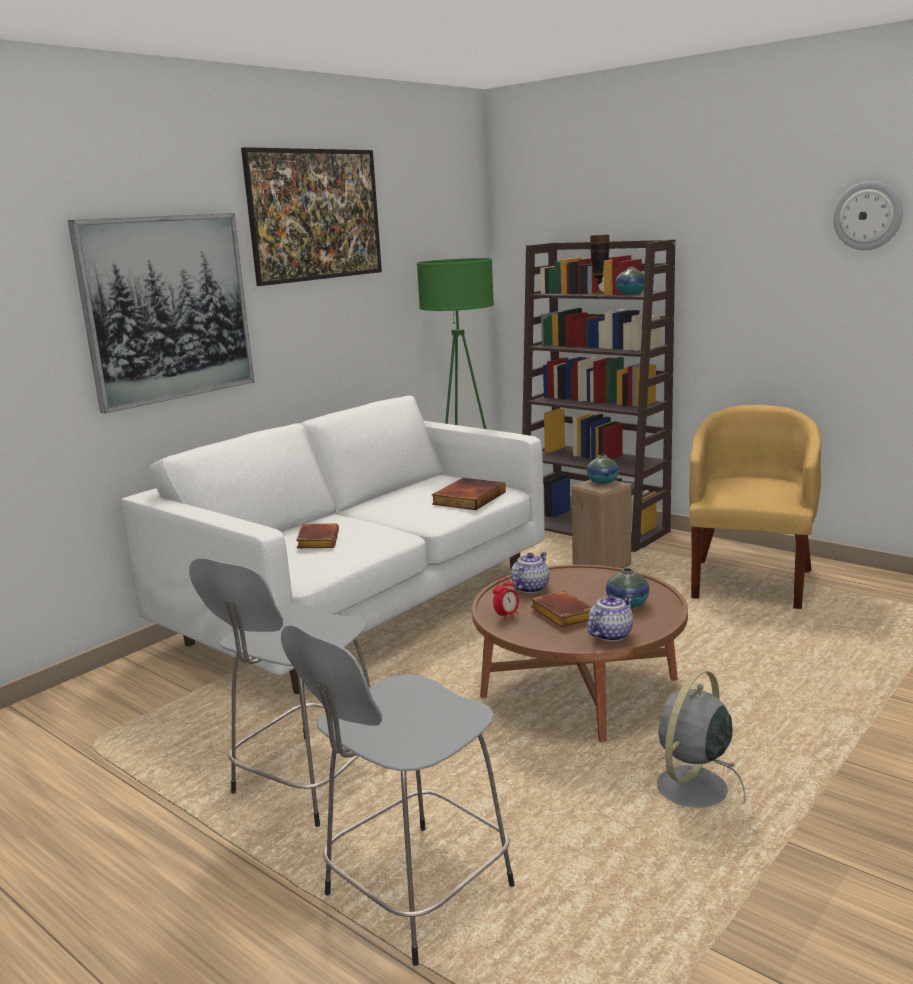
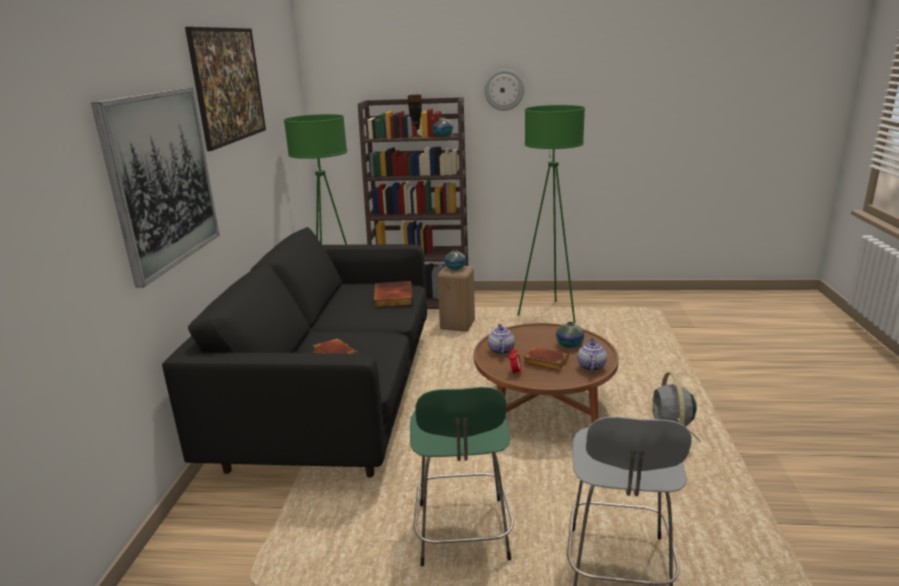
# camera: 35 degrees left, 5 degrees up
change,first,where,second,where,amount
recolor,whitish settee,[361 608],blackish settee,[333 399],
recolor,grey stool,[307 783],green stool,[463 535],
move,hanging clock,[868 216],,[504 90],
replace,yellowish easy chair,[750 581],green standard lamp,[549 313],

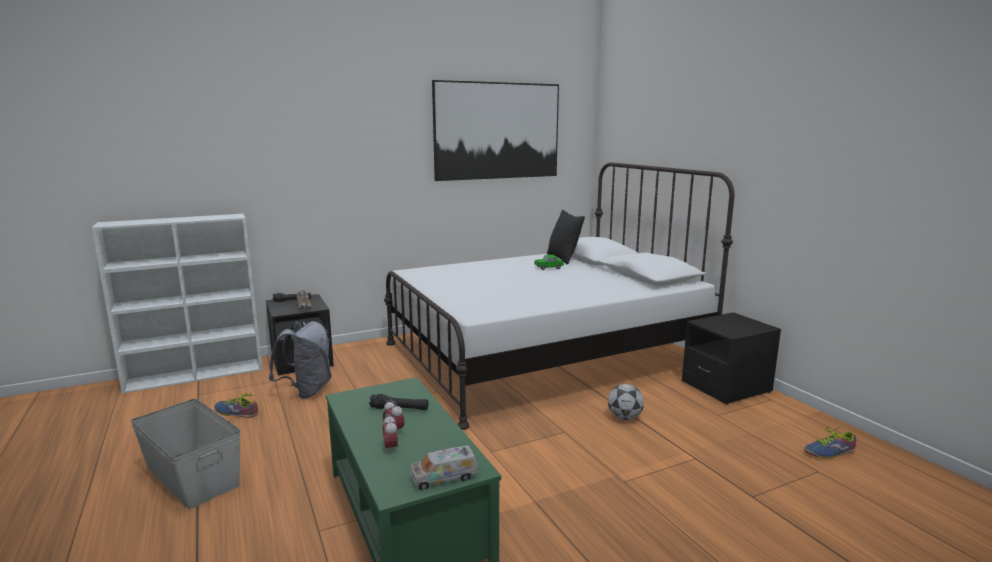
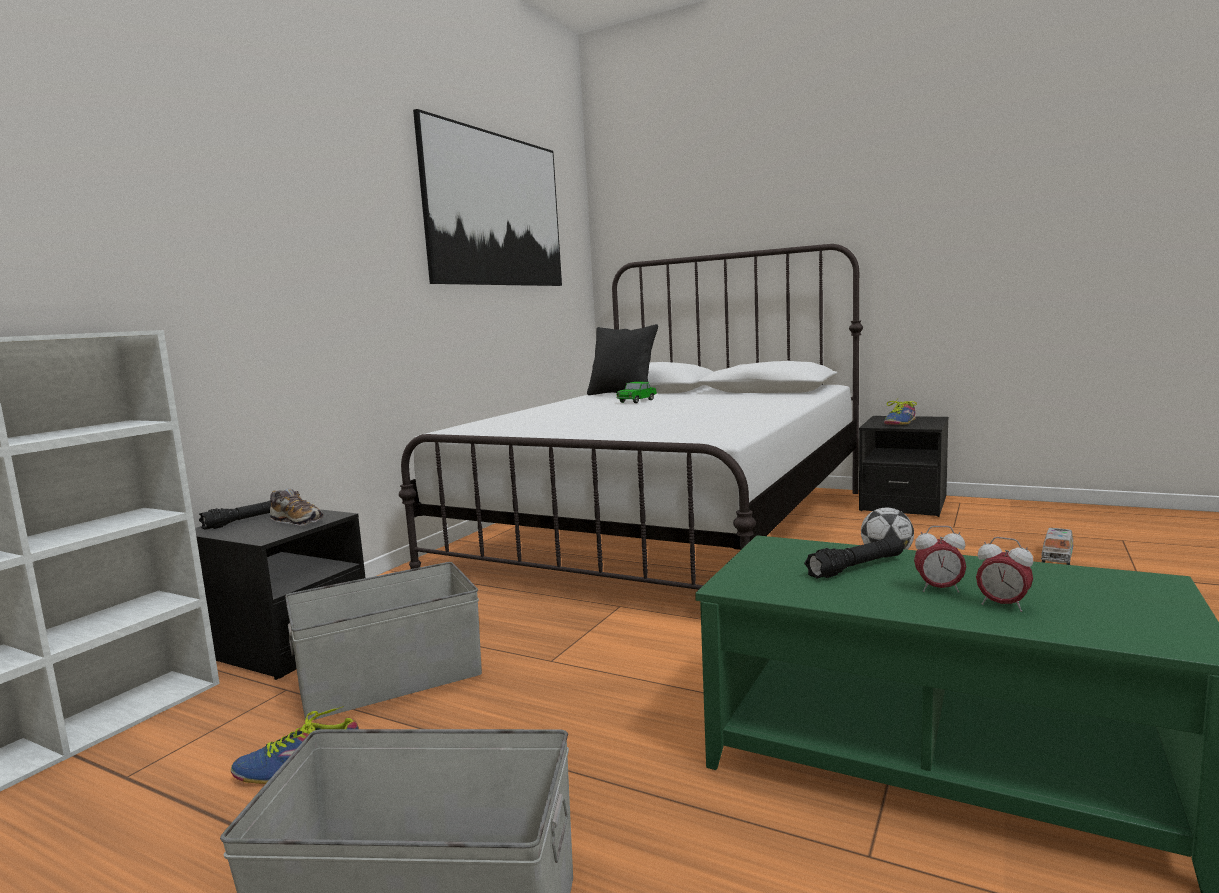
# camera: 35 degrees left, 5 degrees down
change,first,where,second,where,amount
replace,grey backpack,[306 391],grey storage container,[389 679],
move,item of footwear,[830 452],,[900 422],
move,toy truck,[444 477],,[1057 557],

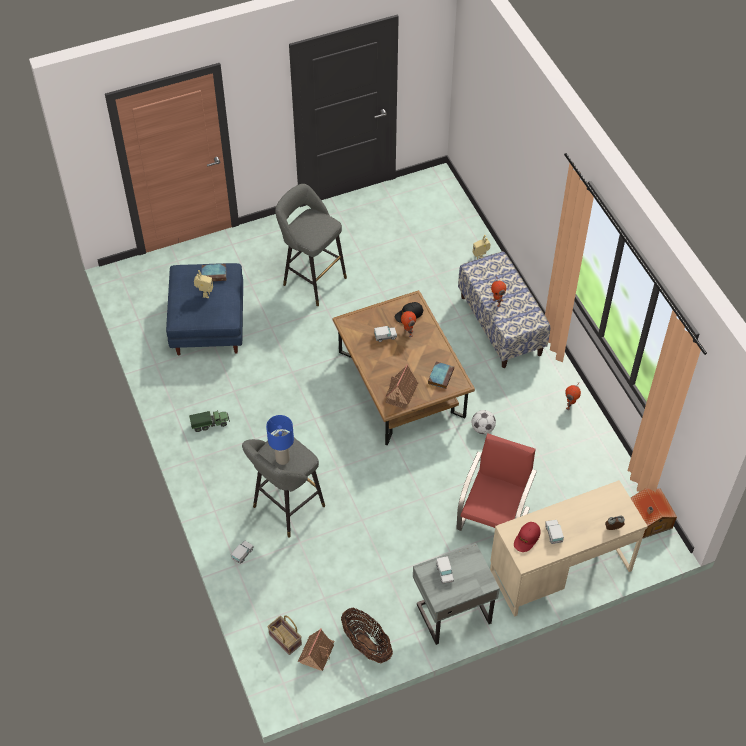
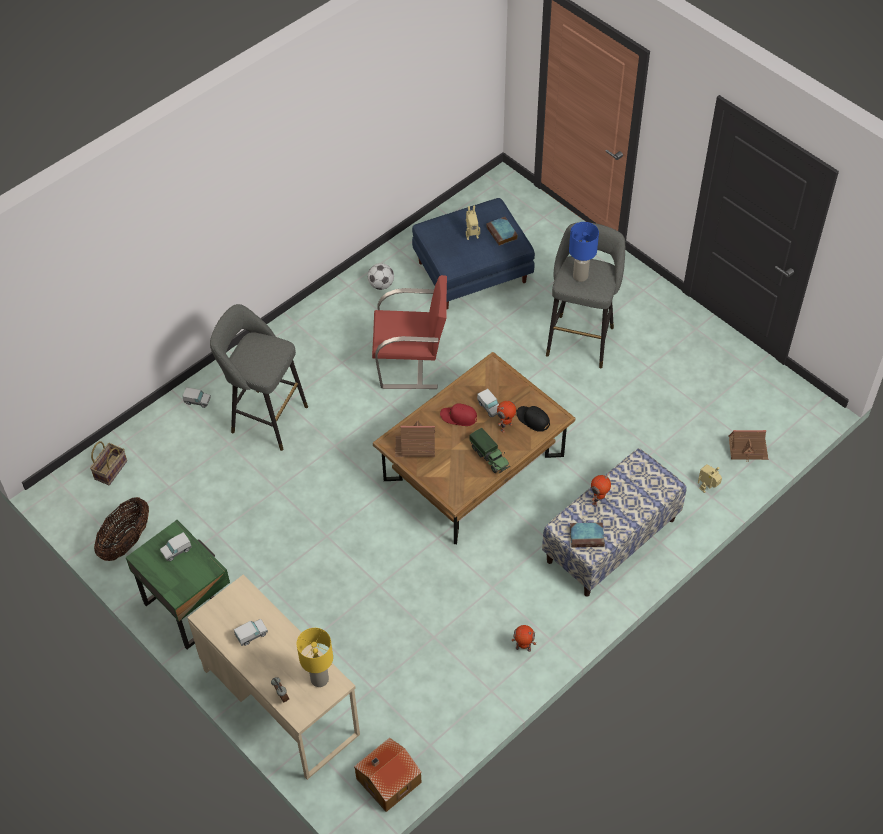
# camera: 70 degrees right, 0 degrees up
change,first,where,second,where,amount
recolor,grey bedside table,[452 612],green bedside table,[189 608],
insert,,,yellowish table lamp,[319 678],
move,football ball,[482 428],,[381 285],
move,red-coloured upright chair,[494 518],,[411 363],
move,red-coloured peaked cap,[527 538],,[458 417],
move,toy truck,[210 424],,[489 457],
move,blue-coloured table lamp,[282 459],,[580 276],
move,book,[440 376],,[587 536],
move,toy house,[316 652],,[747 449],

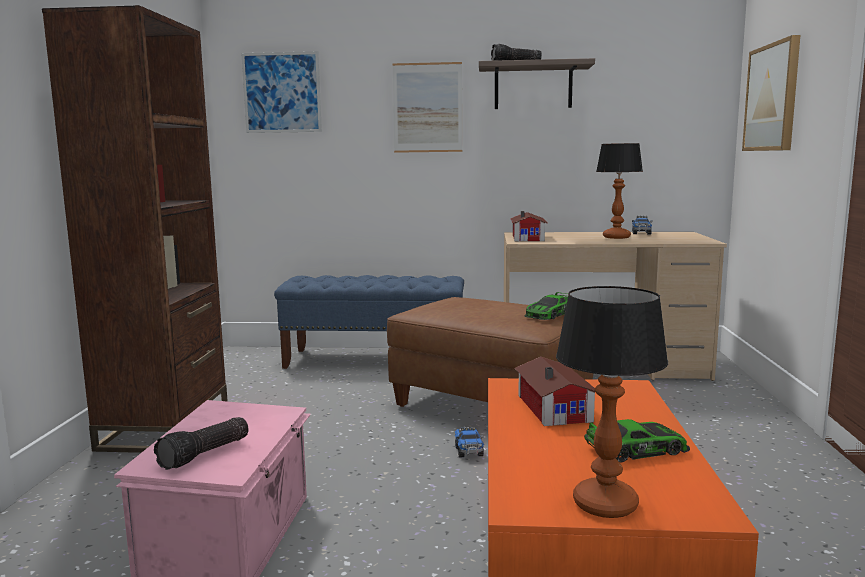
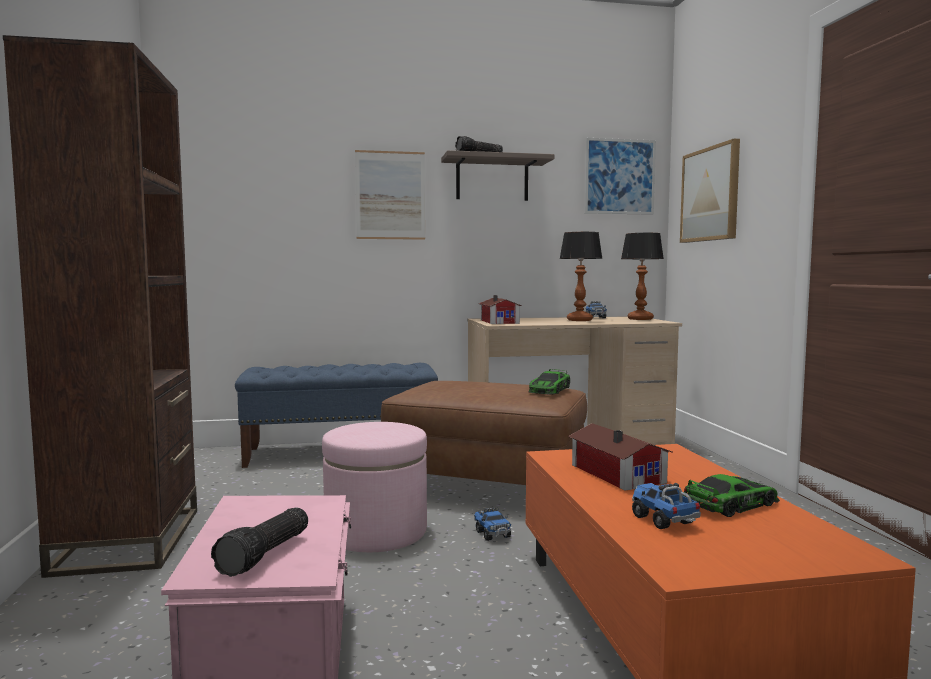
# camera: 15 degrees left, 5 degrees down
change,first,where,second,where,amount
insert,,,pink footrest,[376 532],
move,wall art,[282 92],,[619 176],
move,table lamp,[605 505],,[640 319],
insert,,,toy truck,[663 520],

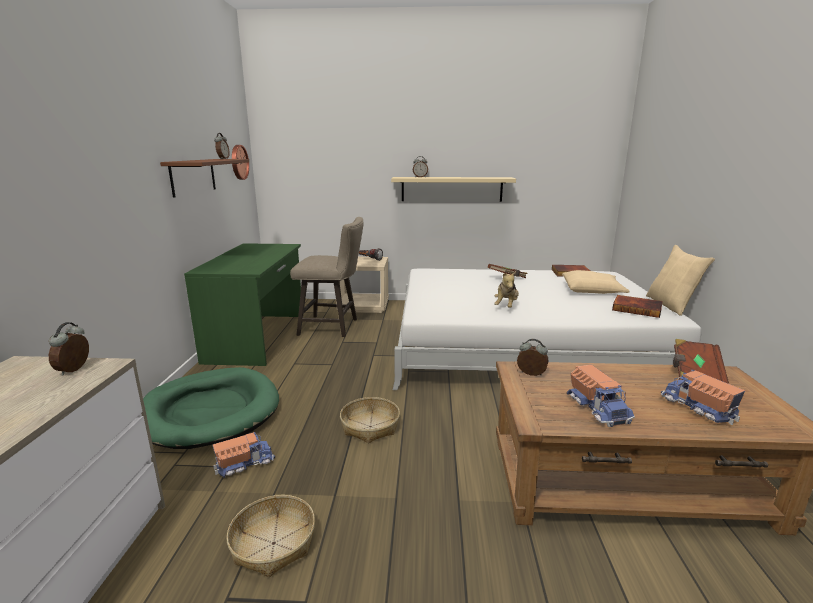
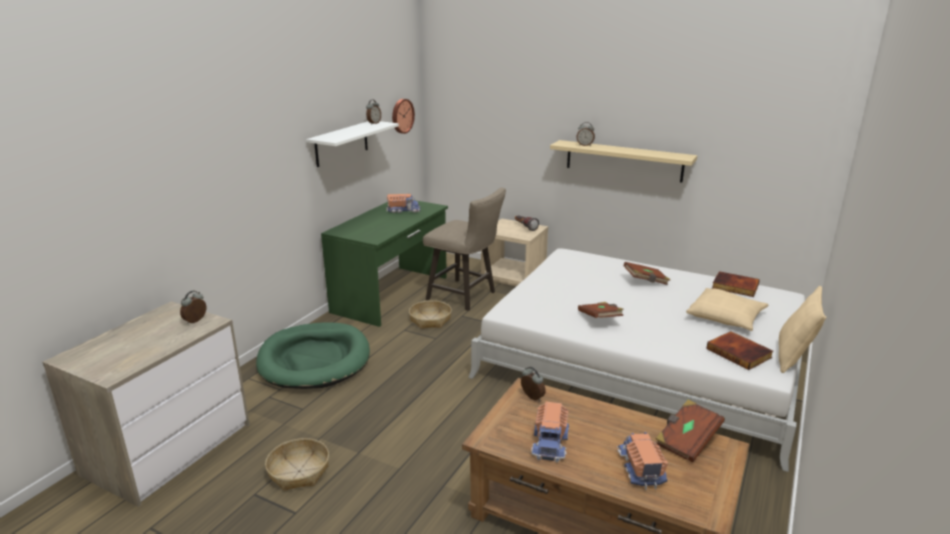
# camera: 25 degrees right, 5 degrees up
change,first,where,second,where,amount
recolor,brown bracket shelf,[193 176],whitish bracket shelf,[341 143],
move,toy truck,[244 463],,[403 210],
move,basket,[370 426],,[430 320],
replace,cuddly toy,[506 306],brown book,[600 319],

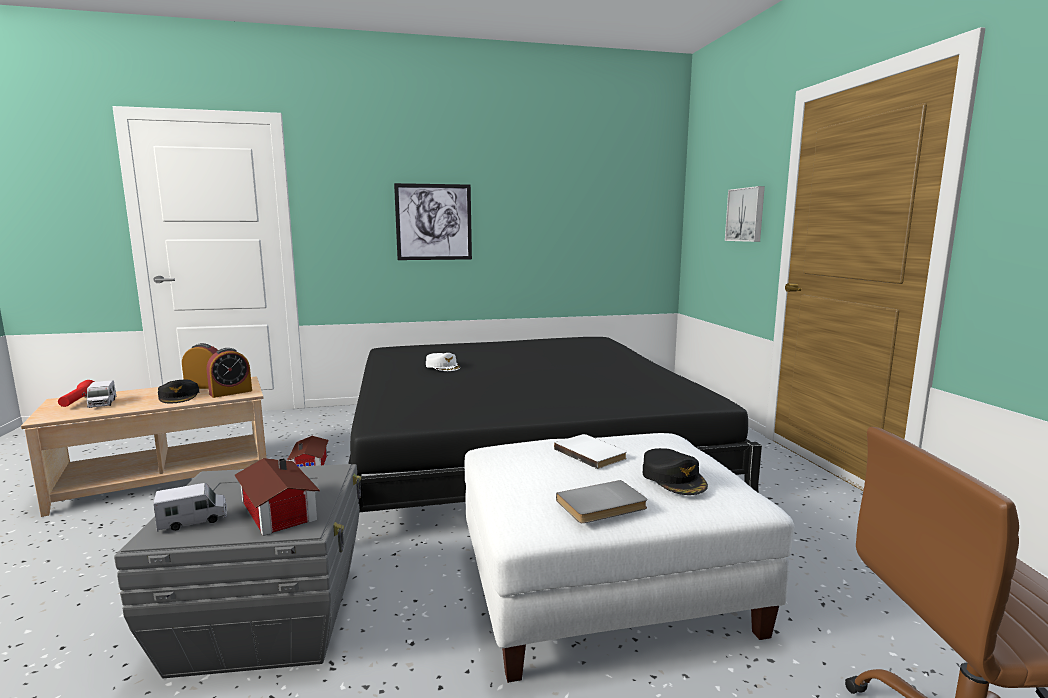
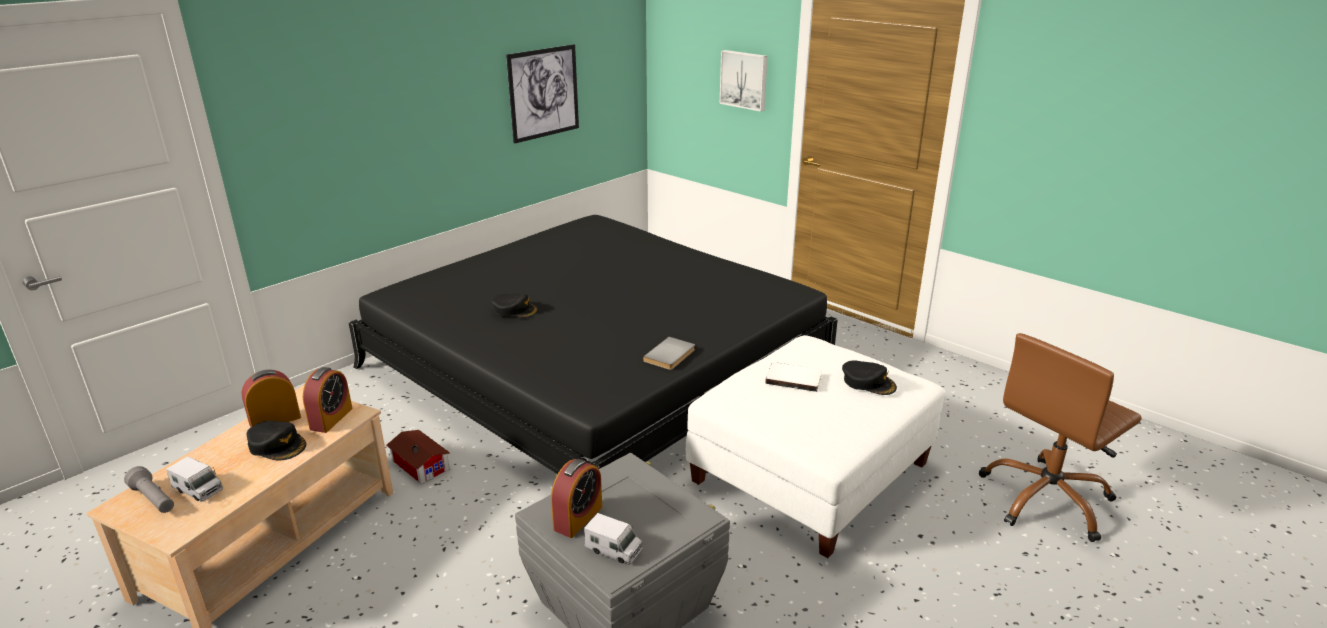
# camera: 35 degrees left, 15 degrees up
change,first,where,second,where,amount
recolor,red-coloured torch,[78 402],grey torch,[154 499],
recolor,whitish peaked cap,[443 366],blackish peaked cap,[515 310],
move,wall art,[433 222],,[544 93],
insert,,,table clock,[578 518],
rotate,toy truck,[193 520],,[613 550],90 degrees clockwise
move,grey book,[603 506],,[671 356],
delete,toy house,[276 512],,,

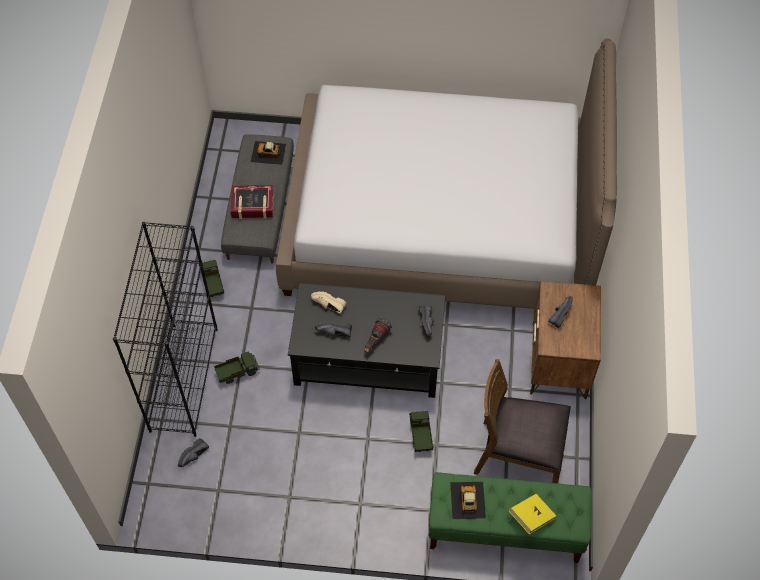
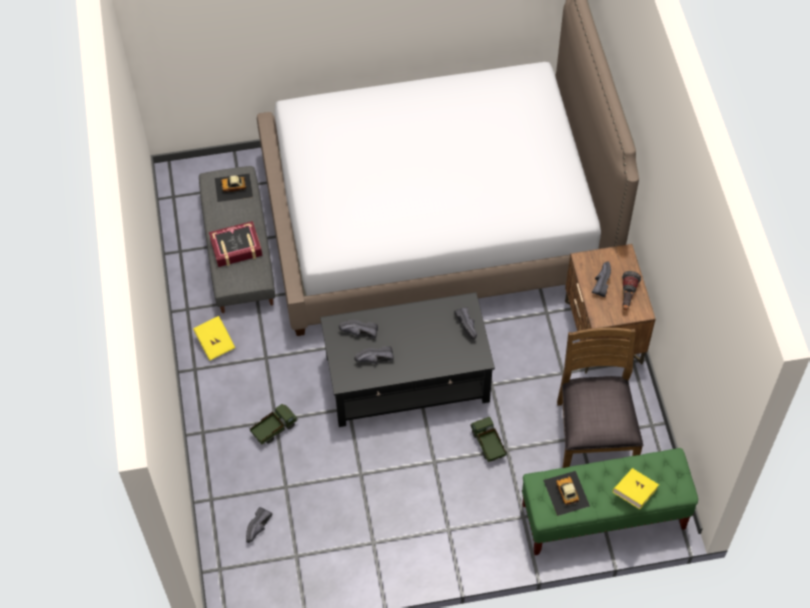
# camera: 15 degrees left, 0 degrees up
change,first,where,second,where,amount
replace,toy truck,[212 284],yellowish book,[215 343],
recolor,beige-coloured item of footwear,[328 306],blackish item of footwear,[359 334],
rotate,brown upright chair,[518 454],,[593 437],90 degrees clockwise
move,torch,[375 341],,[627 296],
delete,blackish bookshelf,[183 378],,,

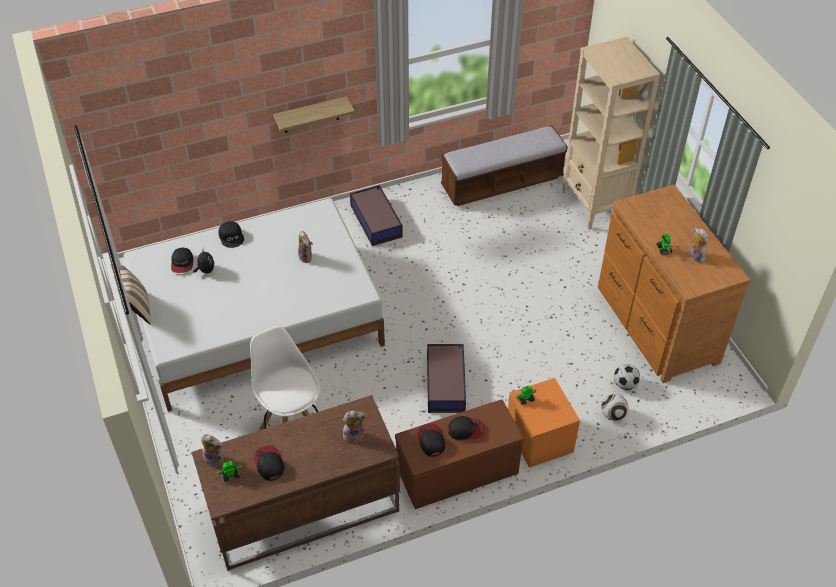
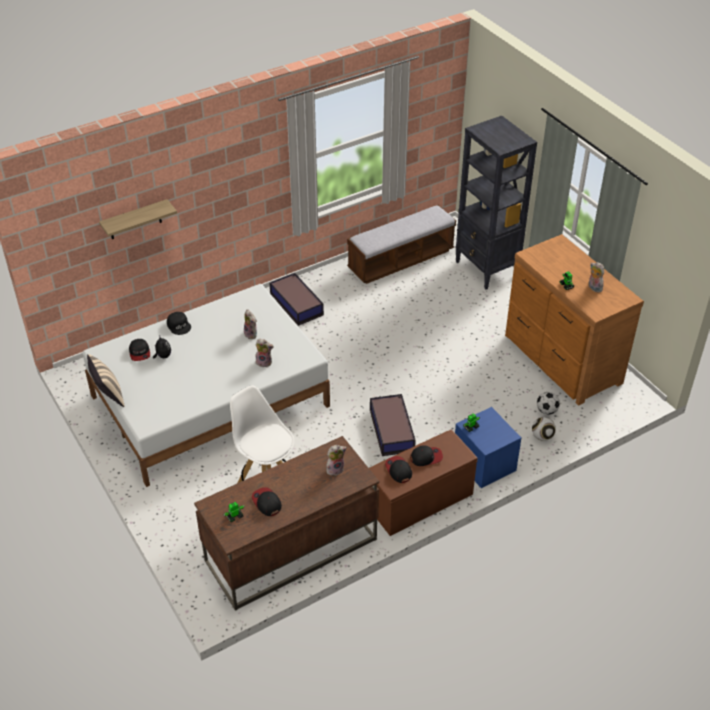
# camera: 10 degrees left, 5 degrees down
change,first,where,second,where,amount
move,bracket shelf,[311 115],,[135 220],
move,cuddly toy,[215 458],,[264 362],
recolor,beige-coloured bookshelf,[595 205],blackish bookshelf,[486 269],
recolor,orange-coloured bedside table,[539 439],blue-coloured bedside table,[484 464],

